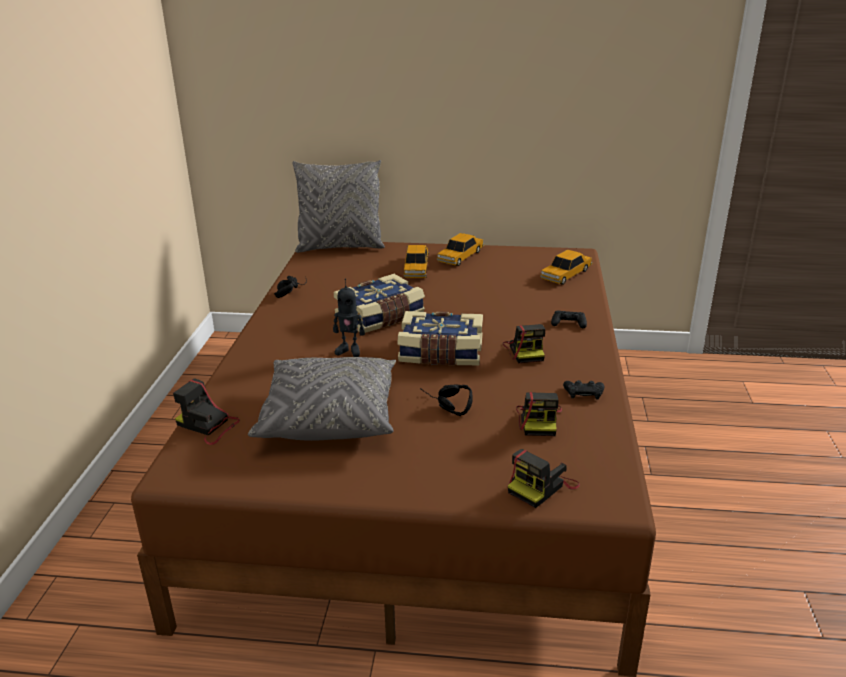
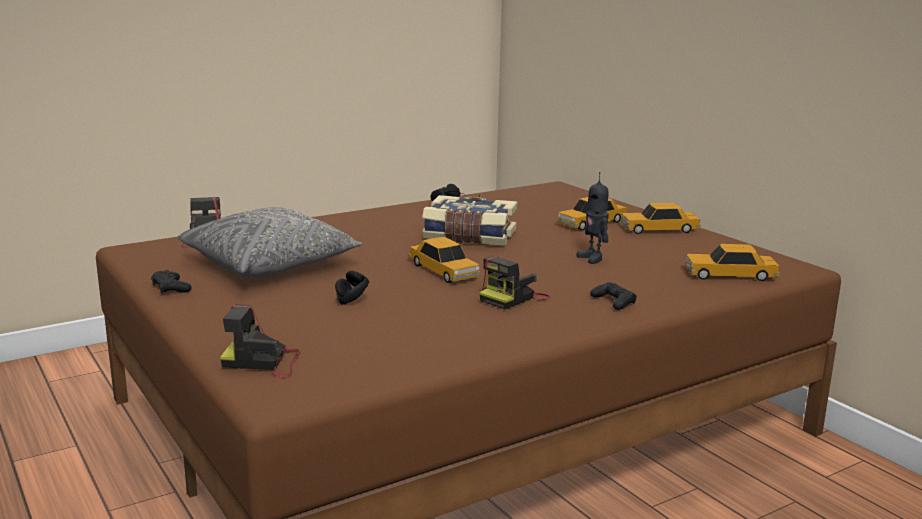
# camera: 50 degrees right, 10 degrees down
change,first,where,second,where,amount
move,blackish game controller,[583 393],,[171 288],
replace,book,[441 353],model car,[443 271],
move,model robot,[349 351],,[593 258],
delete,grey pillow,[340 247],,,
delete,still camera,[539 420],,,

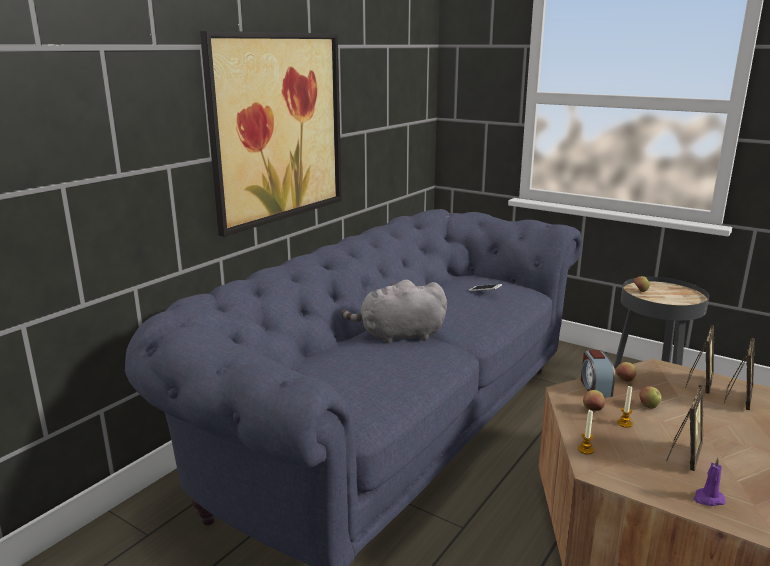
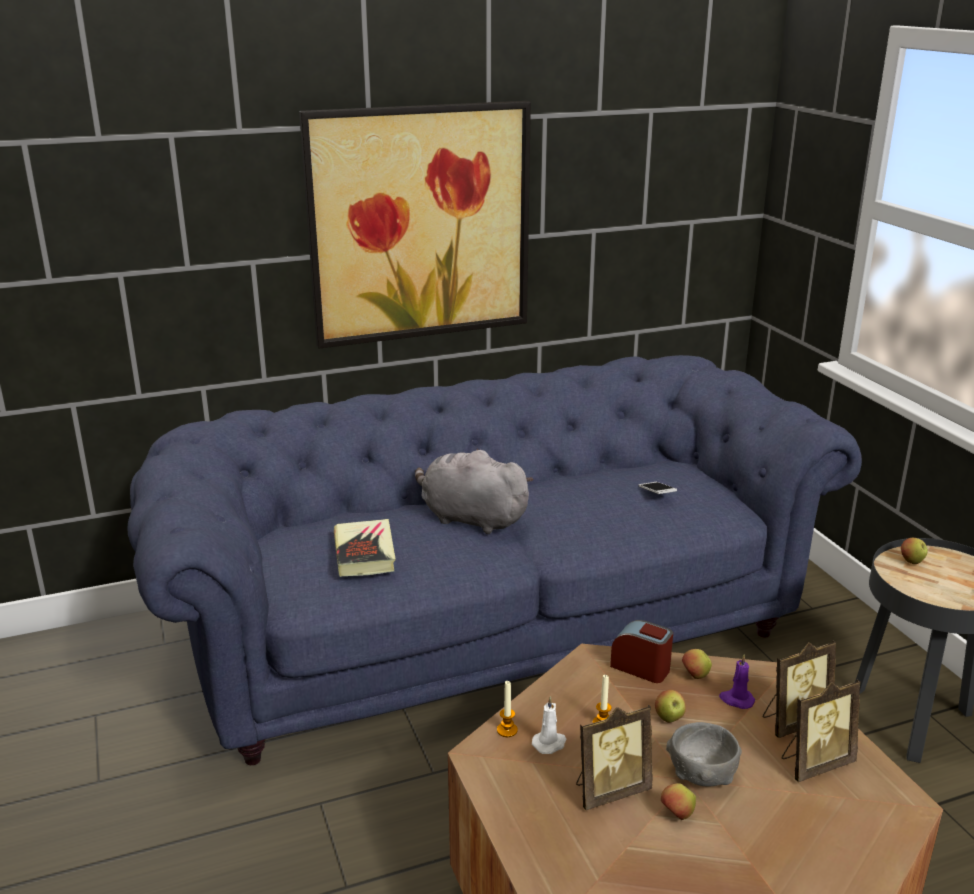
# camera: 35 degrees right, 5 degrees up
change,first,where,second,where,amount
insert,,,book,[364 553],
insert,,,whitish wax candle,[550 743],
rotate,table clock,[595 387],,[641 667],90 degrees clockwise
move,apple,[592 410],,[677 815],
insert,,,grey deep dish,[702 775],
move,purple wax candle,[708 499],,[736 700],

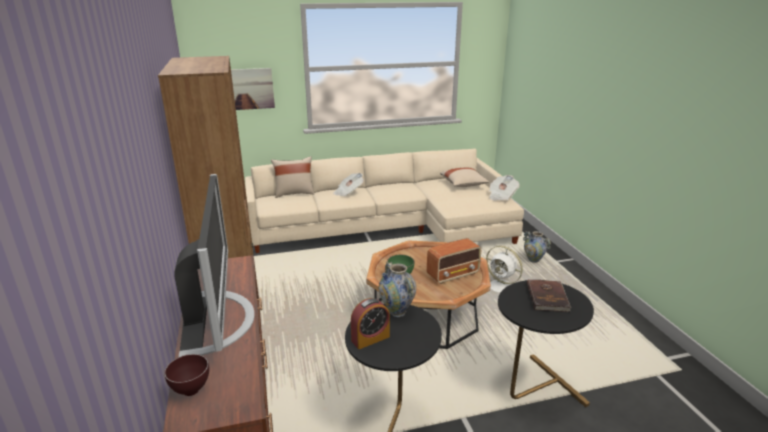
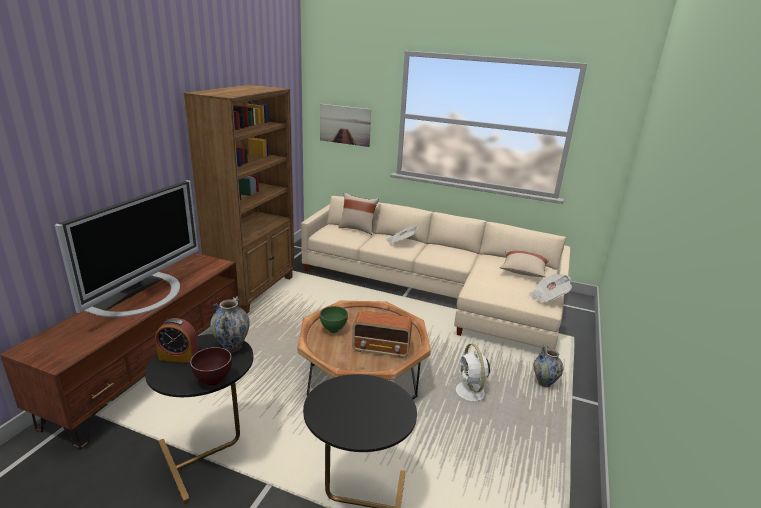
# camera: 35 degrees right, 0 degrees up
change,first,where,second,where,amount
move,brown deep dish,[191 391],,[213 382],
delete,brown book,[548 297],,,

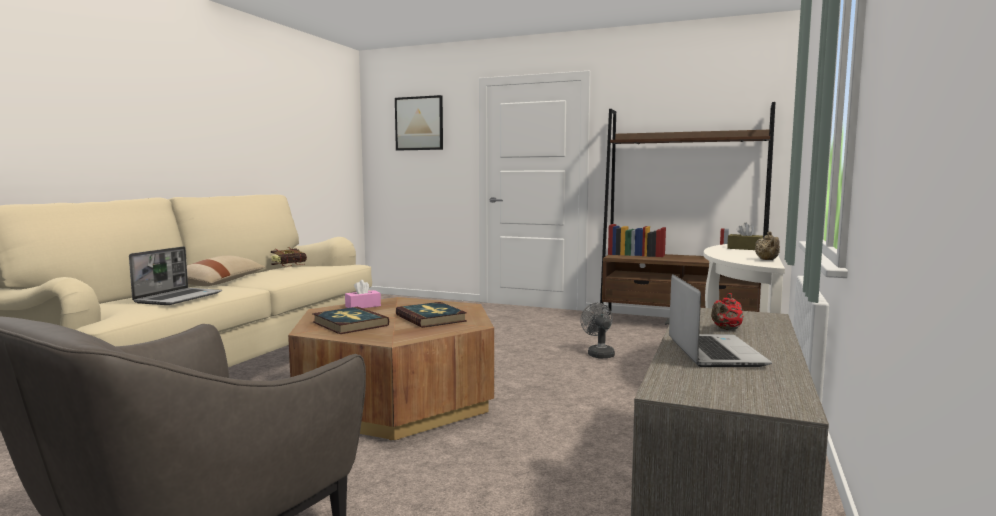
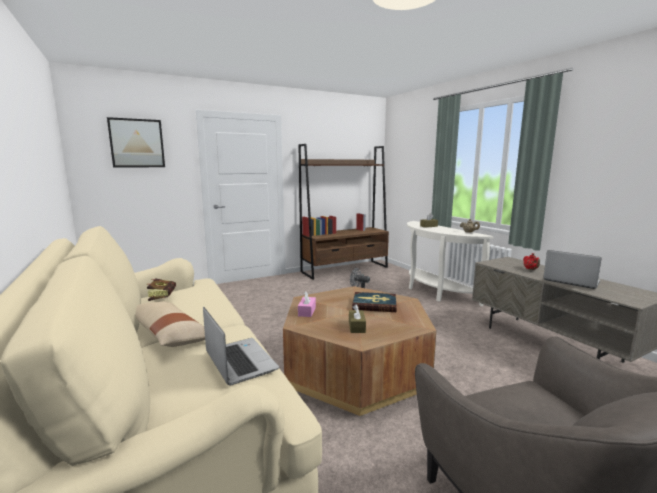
# camera: 50 degrees left, 5 degrees up
change,first,where,second,where,amount
replace,book,[349 324],brown box of tissues,[356 326],

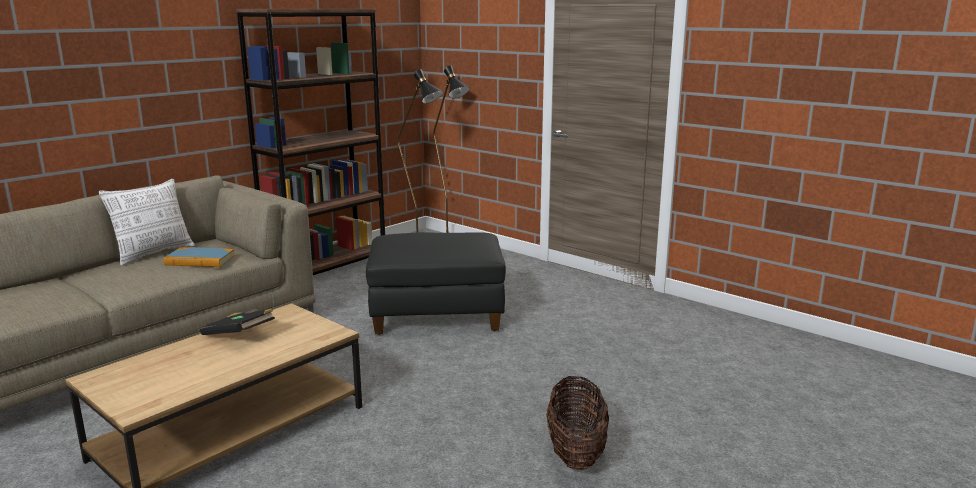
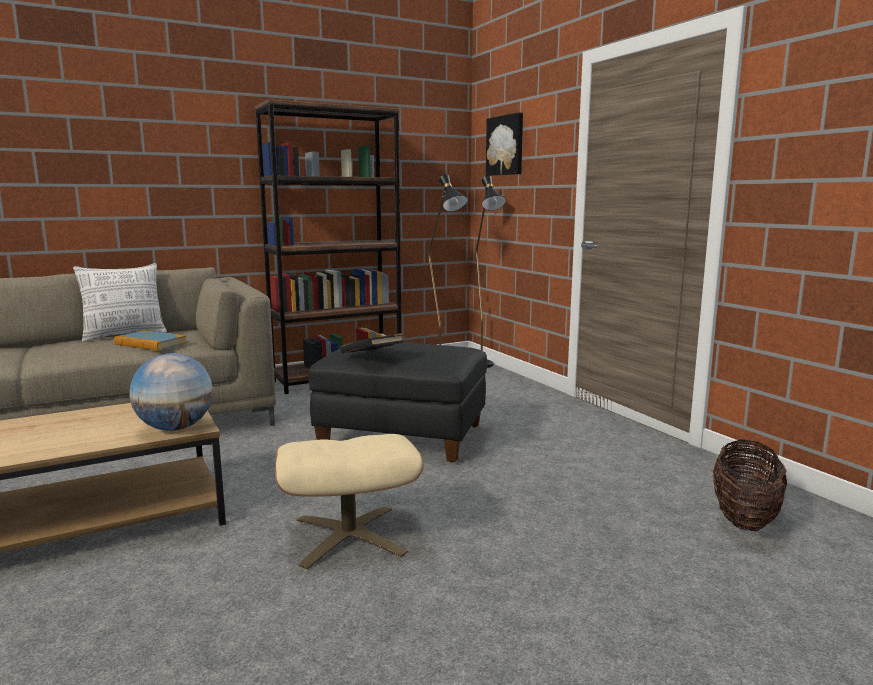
# camera: 20 degrees right, 5 degrees down
change,first,where,second,where,amount
insert,,,desk globe,[175 428],
insert,,,beige-coloured footrest,[349 536],
move,blackish book,[239 335],,[373 356],
insert,,,wall art,[506 145],
move,basket,[575 453],,[744 518],

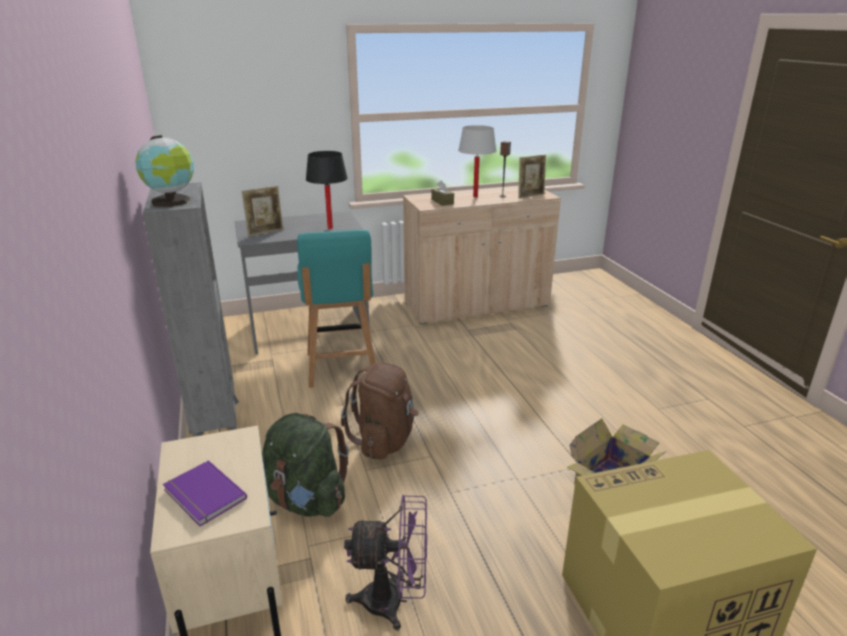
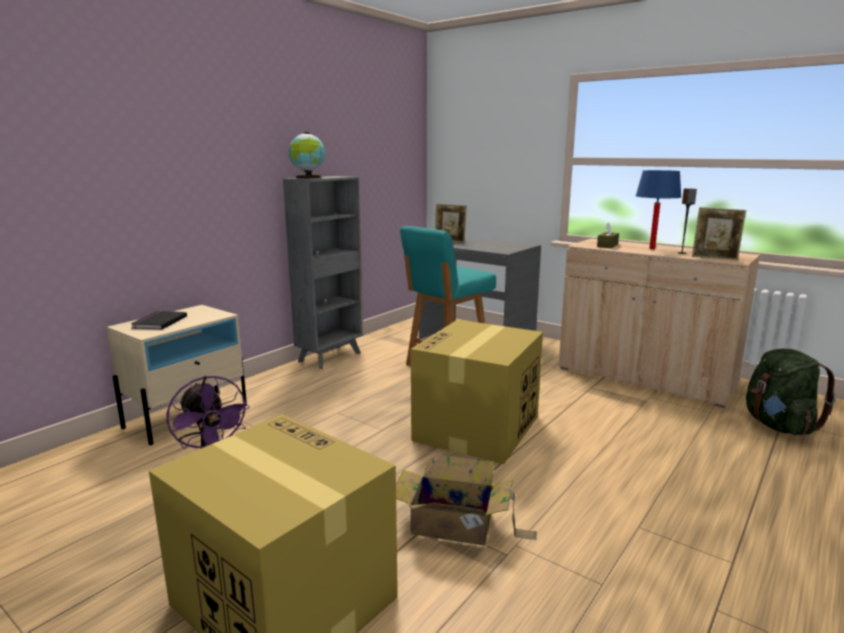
# camera: 55 degrees right, 10 degrees down
change,first,where,second,where,amount
recolor,purple book,[203 496],blackish book,[158 322],
insert,,,cardboard box,[476 429],
recolor,whitish table lamp,[475 196],blue-coloured table lamp,[652 249],
move,green backpack,[306 500],,[778 426],
delete,blackish table lamp,[330 228],,,
delete,brown backpack,[384 440],,,

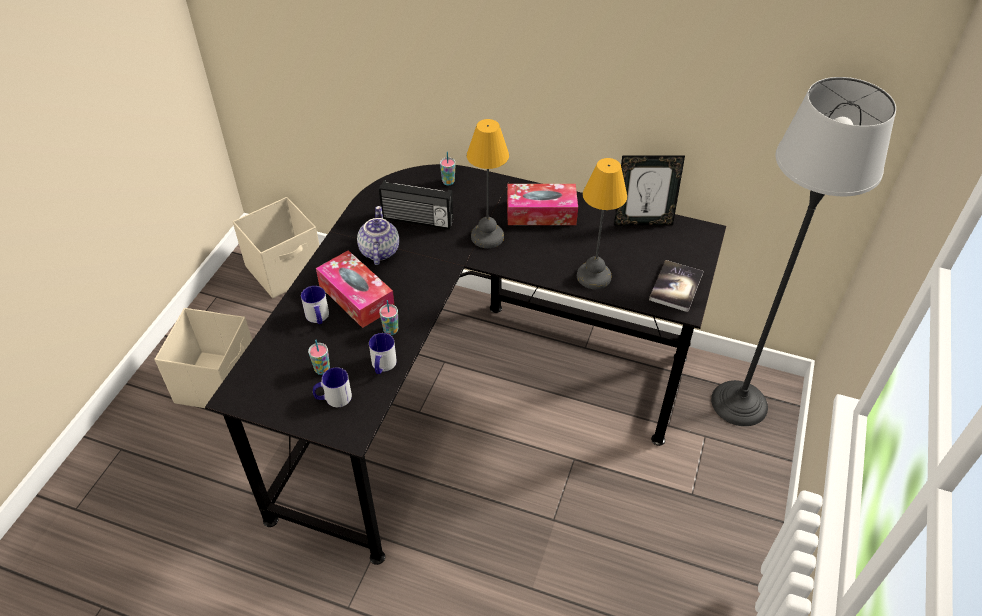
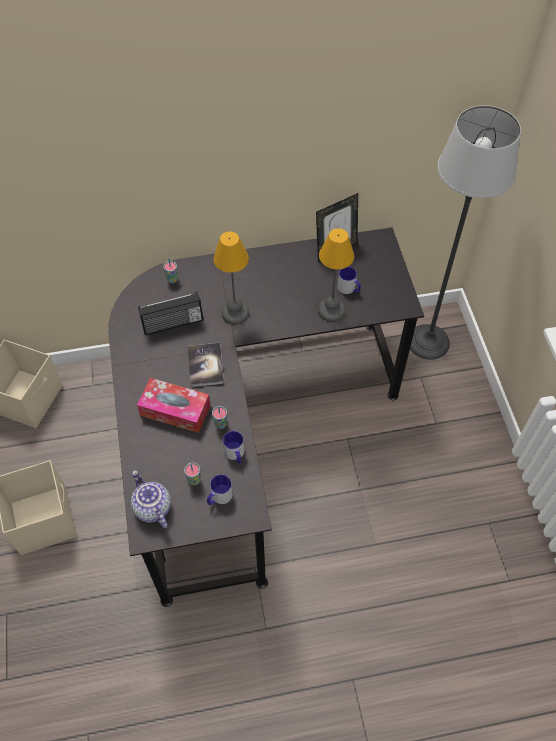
# camera: 30 degrees left, 10 degrees up
change,first,where,second,where,amount
move,teapot,[378 251],,[151 508],
move,book,[676 287],,[205 365],
move,tea mug,[318 317],,[349 289],
delete,box of tissues,[541 213],,,

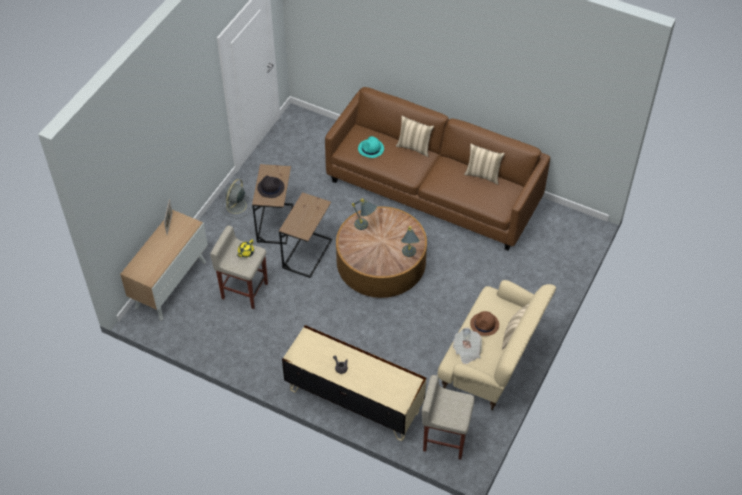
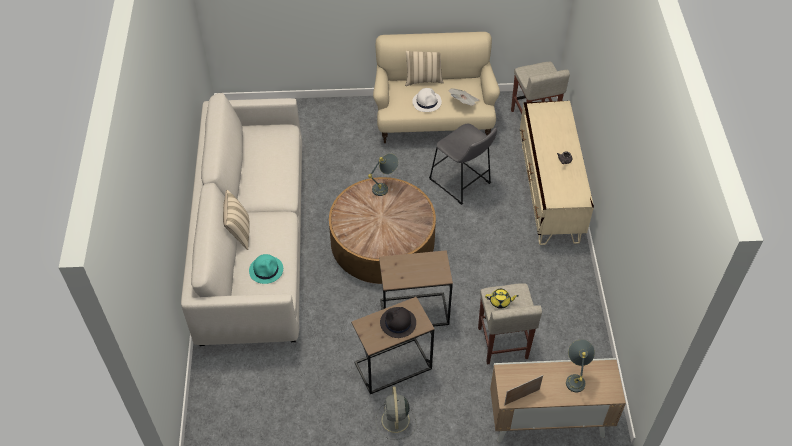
# camera: 120 degrees left, 0 degrees up
change,first,where,second,where,amount
recolor,brown settee,[434 190],whitish settee,[253 243],
rotate,grey electric fan,[235 206],,[395 421],90 degrees clockwise
recolor,brown wearable hat,[484 324],whitish wearable hat,[427 102],
insert,,,grey stool,[462 183],
move,grey table lamp,[365 227],,[575 377],
delete,beige-coloured pillow,[483 175],,,

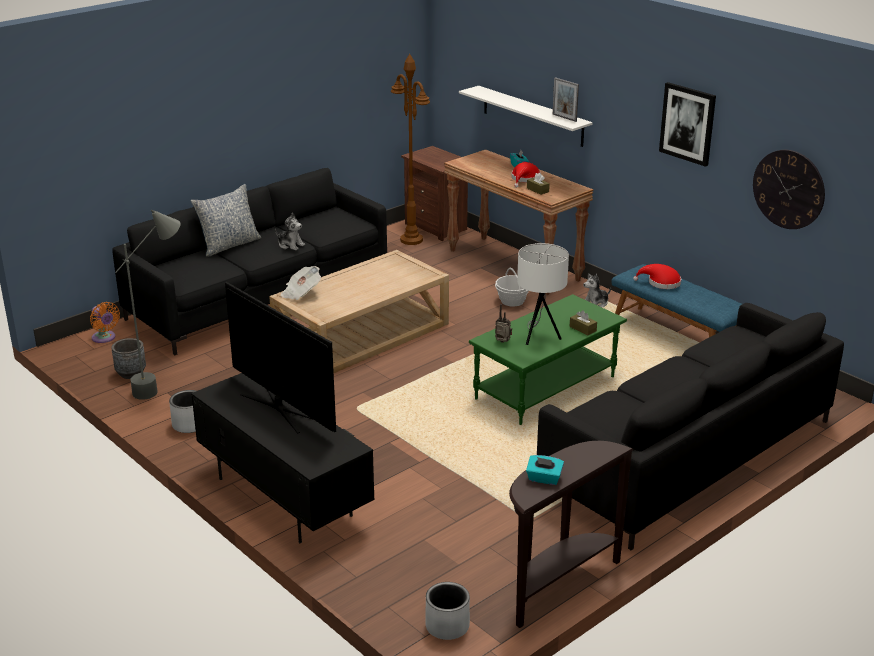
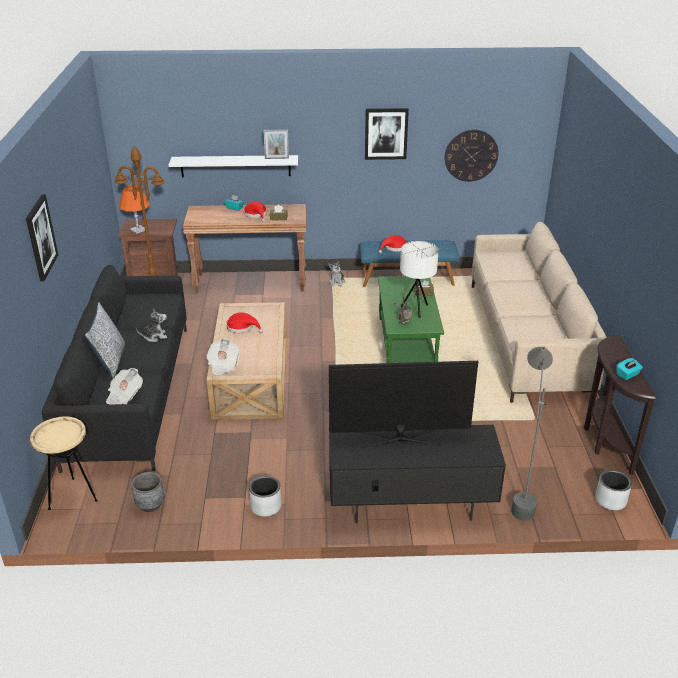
# camera: 50 degrees left, 5 degrees up
change,first,where,second,where,amount
insert,,,wall art,[40 237],
replace,orange-coloured electric fan,[104 338],beige-coloured accent table,[73 495],
insert,,,printed paper,[124 395],
insert,,,orange-coloured table lamp,[138 230],
insert,,,red-coloured wearable hat,[242 327],
recolor,blackish settee,[688 455],beige-coloured settee,[526 338],
move,grey standard lamp,[164 386],,[521 498],
delete,basket,[512 301],,,

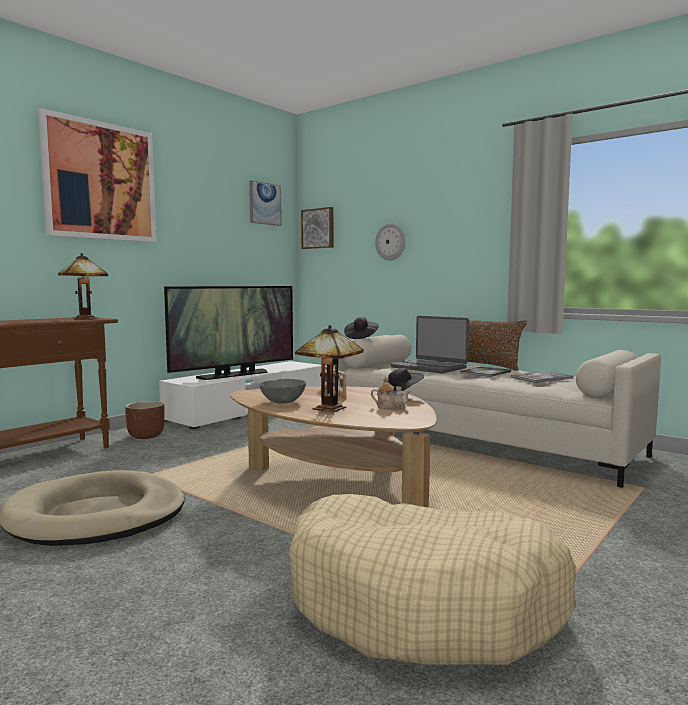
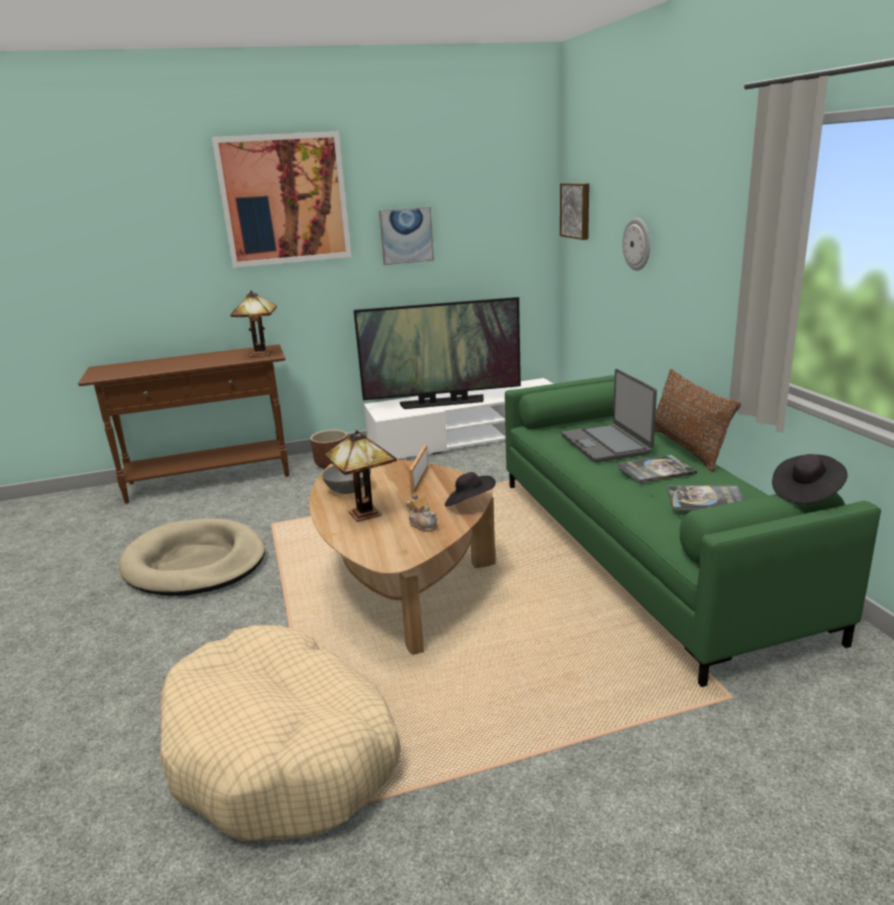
# camera: 35 degrees right, 15 degrees up
change,first,where,second,where,amount
move,wall art,[264 203],,[406 235],
recolor,beige-coloured settee,[477 441],green settee,[645 550],
move,blackish wearable hat,[361 337],,[806 493],

